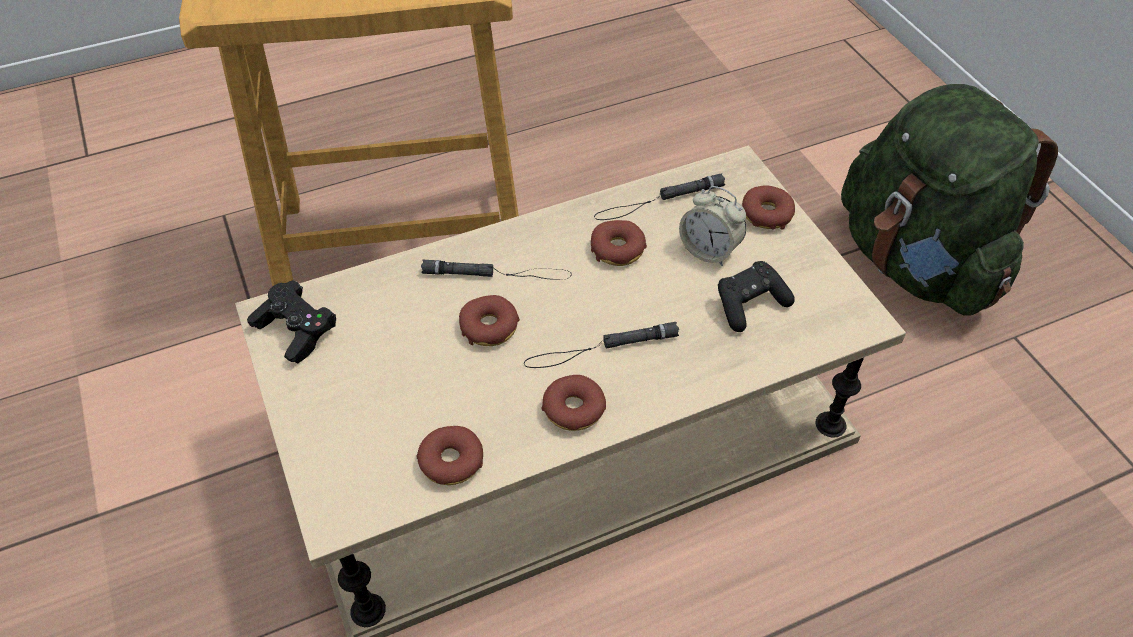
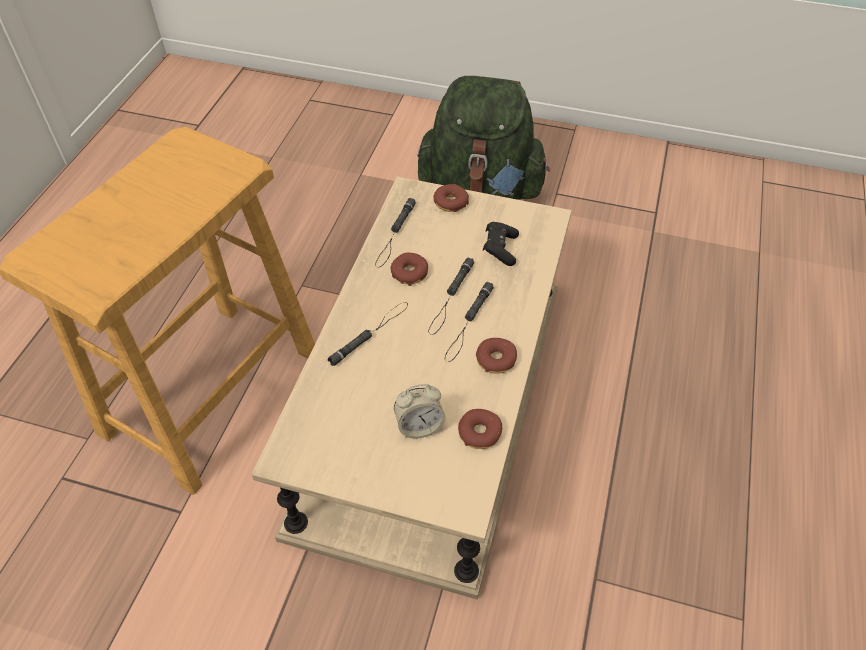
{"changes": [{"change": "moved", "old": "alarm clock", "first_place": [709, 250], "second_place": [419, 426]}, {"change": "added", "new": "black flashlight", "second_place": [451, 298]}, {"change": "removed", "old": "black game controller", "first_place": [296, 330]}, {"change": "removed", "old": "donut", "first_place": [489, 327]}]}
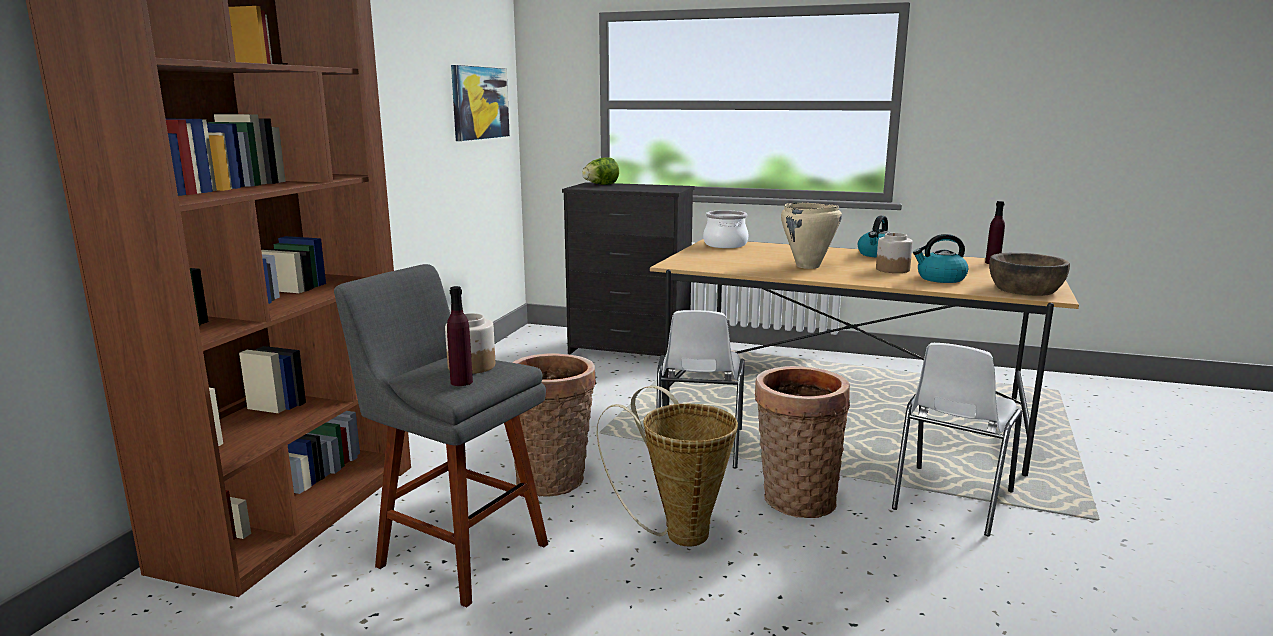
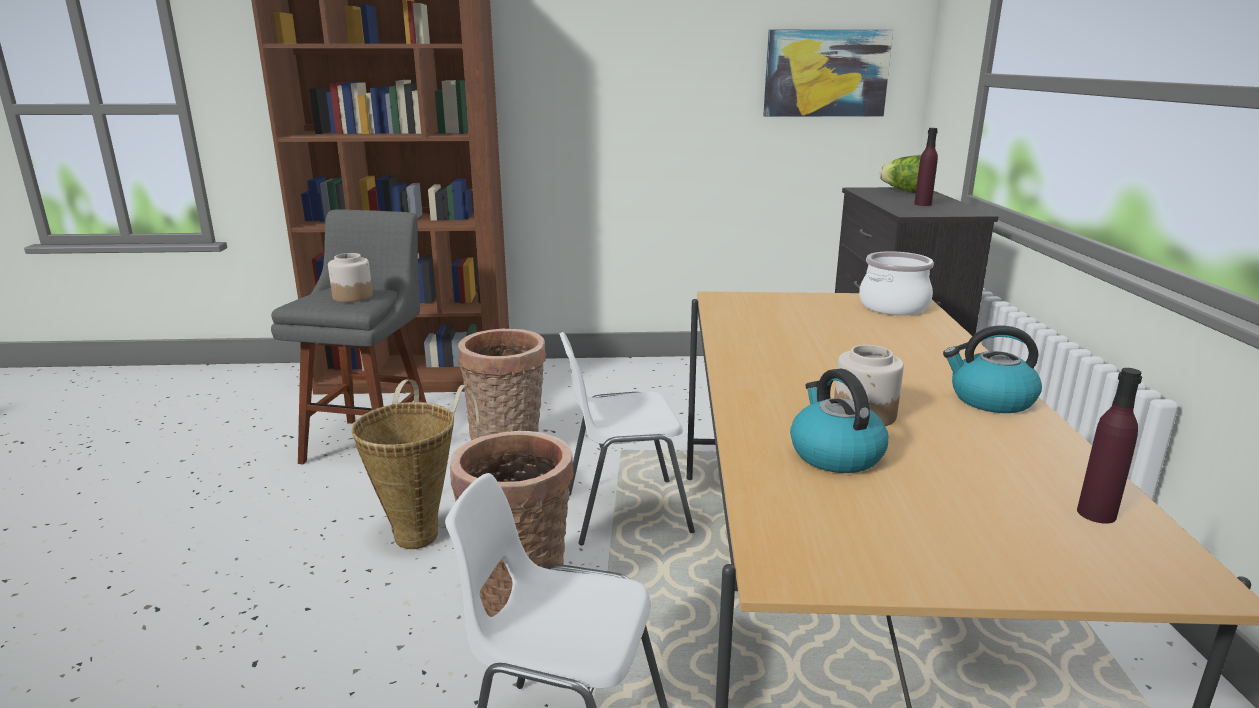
{"changes": [{"change": "moved", "old": "purple bottle", "first_place": [461, 382], "second_place": [922, 204]}, {"change": "removed", "old": "beige cooking pot", "first_place": [808, 266]}, {"change": "removed", "old": "brown bowl", "first_place": [1025, 289]}]}
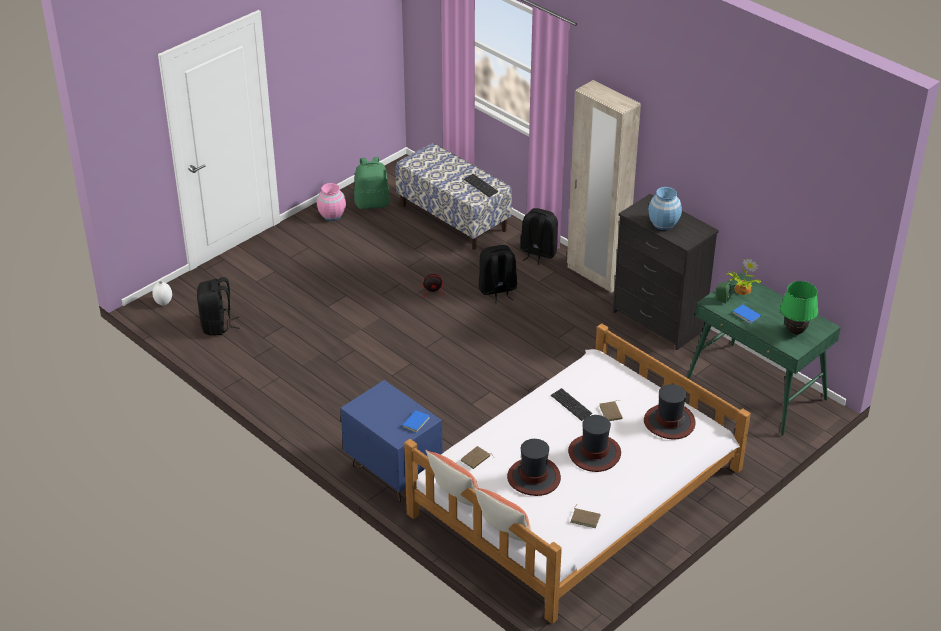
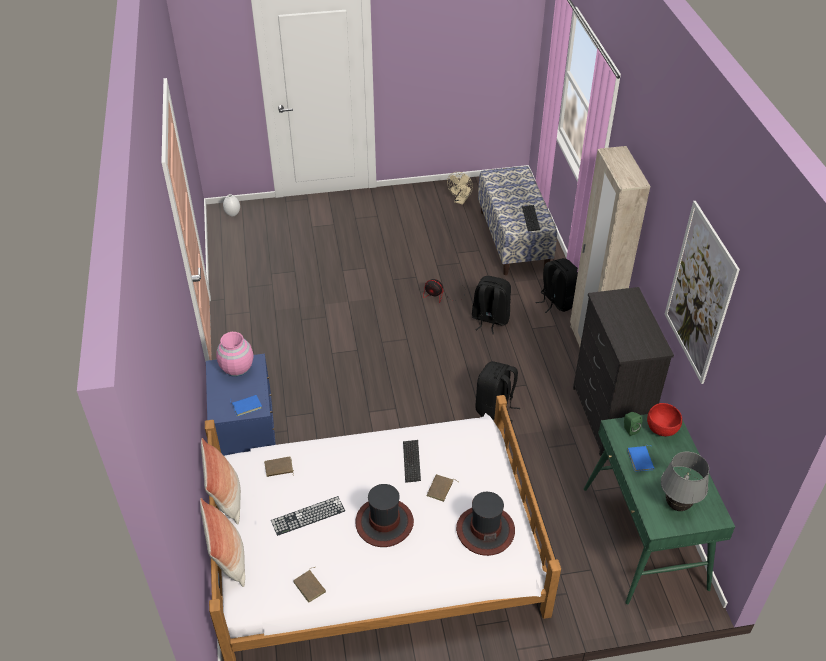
{"changes": [{"change": "moved", "old": "pink vase", "first_place": [332, 215], "second_place": [237, 368]}, {"change": "replaced", "old": "hat", "new": "keyboard", "first_place": [534, 477], "second_place": [308, 516]}, {"change": "replaced", "old": "green backpack", "new": "beige fan", "first_place": [372, 203], "second_place": [460, 201]}, {"change": "moved", "old": "black backpack", "first_place": [217, 325], "second_place": [495, 408]}, {"change": "replaced", "old": "potted plant", "new": "red bowl", "first_place": [741, 289], "second_place": [661, 429]}, {"change": "recoloured", "old": "green table lamp", "new": "grey table lamp", "first_place": [795, 331], "second_place": [676, 505]}, {"change": "added", "new": "picture", "second_place": [699, 293]}, {"change": "removed", "old": "blue vase", "first_place": [663, 223]}]}
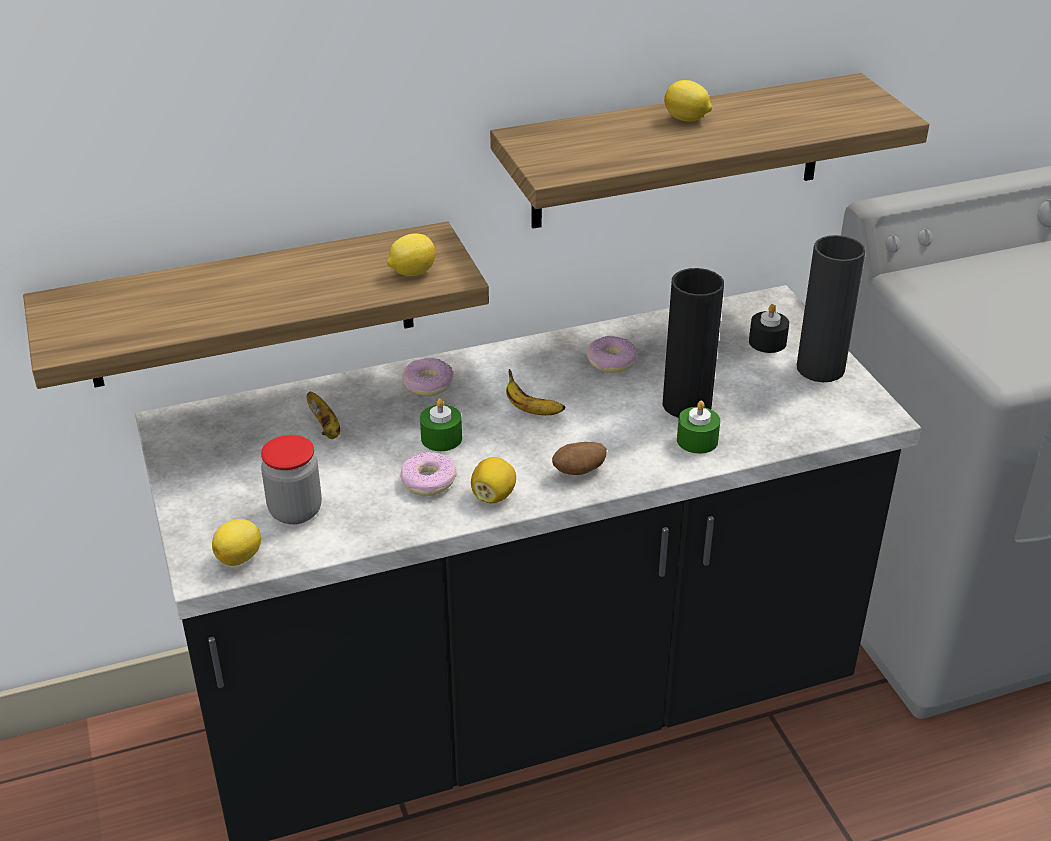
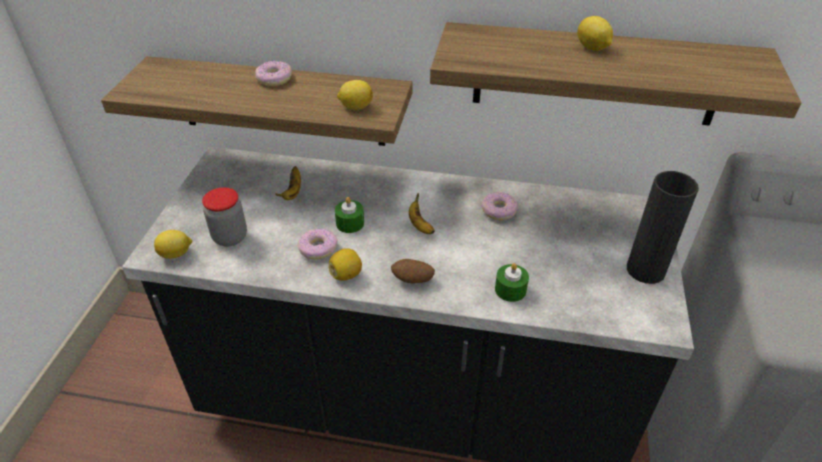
{"changes": [{"change": "moved", "old": "donut", "first_place": [428, 384], "second_place": [274, 79]}, {"change": "removed", "old": "black vase", "first_place": [686, 404]}, {"change": "removed", "old": "black candle", "first_place": [767, 342]}]}
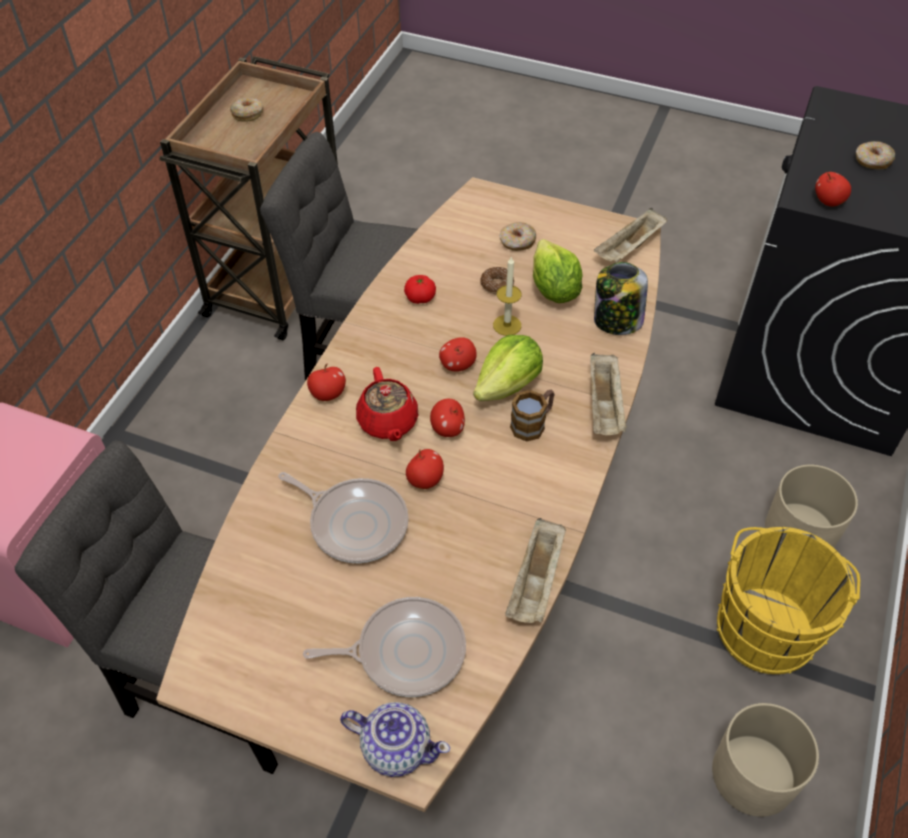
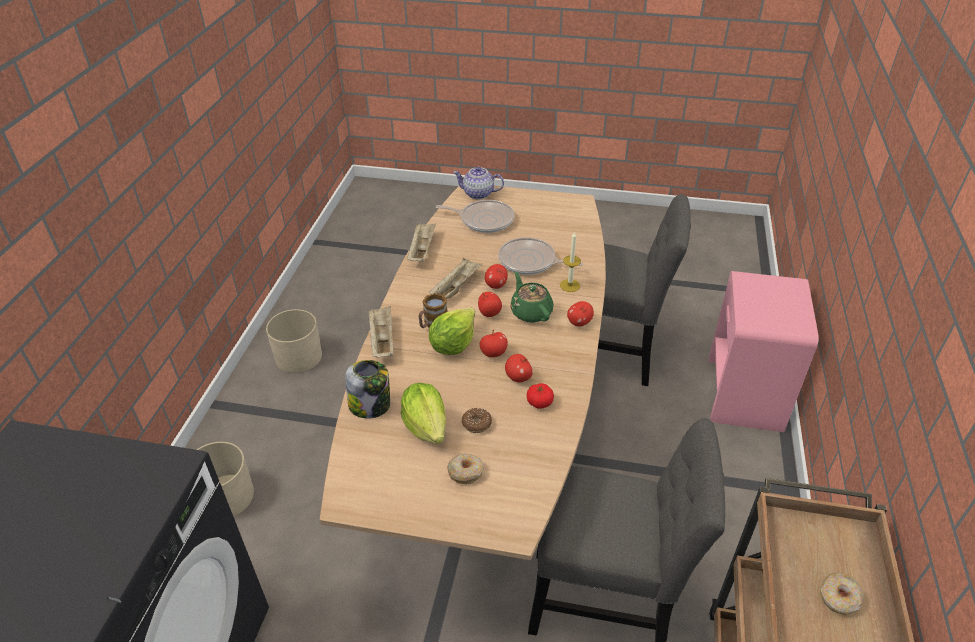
{"changes": [{"change": "moved", "old": "beige tray", "first_place": [629, 248], "second_place": [456, 287]}, {"change": "turned", "old": "frying pan", "first_place": [405, 651], "second_place": [484, 220], "degrees": -150}, {"change": "moved", "old": "apple", "first_place": [828, 201], "second_place": [518, 377]}, {"change": "recoloured", "old": "red teapot", "new": "green teapot", "first_place": [388, 422], "second_place": [531, 312]}, {"change": "moved", "old": "candle", "first_place": [507, 325], "second_place": [570, 285]}, {"change": "removed", "old": "yellow bucket", "first_place": [767, 625]}, {"change": "removed", "old": "donut", "first_place": [872, 161]}]}
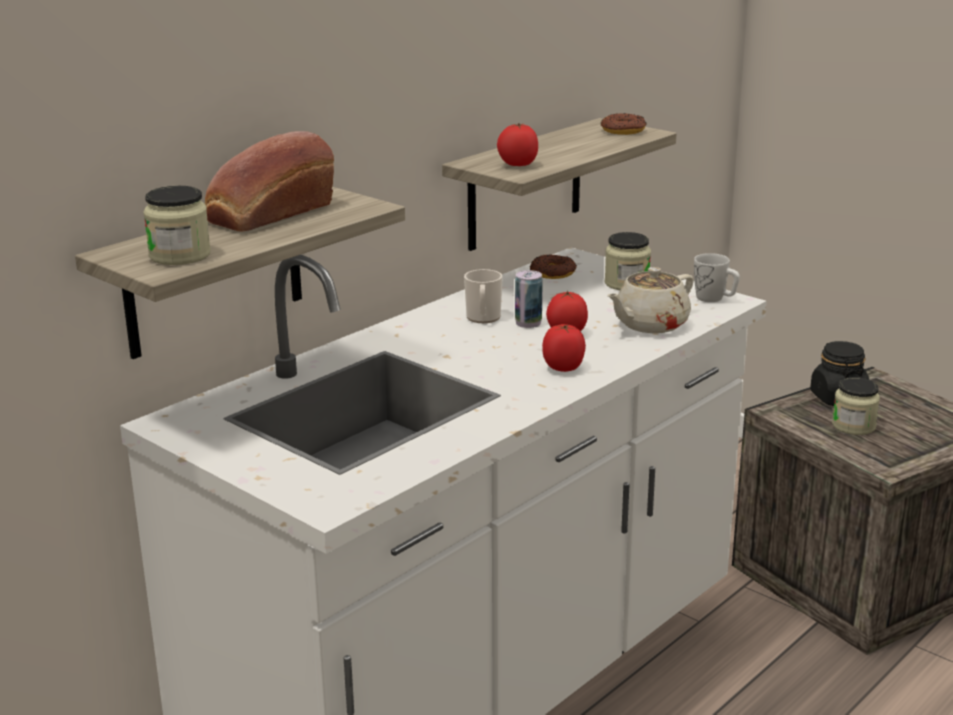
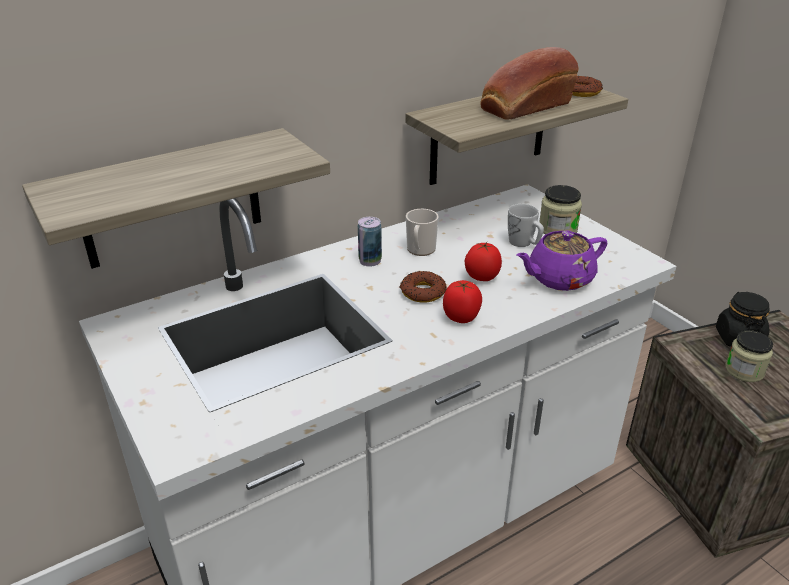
{"changes": [{"change": "moved", "old": "can", "first_place": [528, 323], "second_place": [370, 260]}, {"change": "moved", "old": "donut", "first_place": [553, 273], "second_place": [423, 292]}, {"change": "moved", "old": "bread", "first_place": [267, 214], "second_place": [524, 107]}, {"change": "moved", "old": "white mug", "first_place": [715, 299], "second_place": [524, 243]}, {"change": "recoloured", "old": "beige teapot", "new": "purple teapot", "first_place": [650, 324], "second_place": [559, 278]}, {"change": "removed", "old": "jar", "first_place": [180, 255]}, {"change": "removed", "old": "tomato", "first_place": [517, 165]}]}
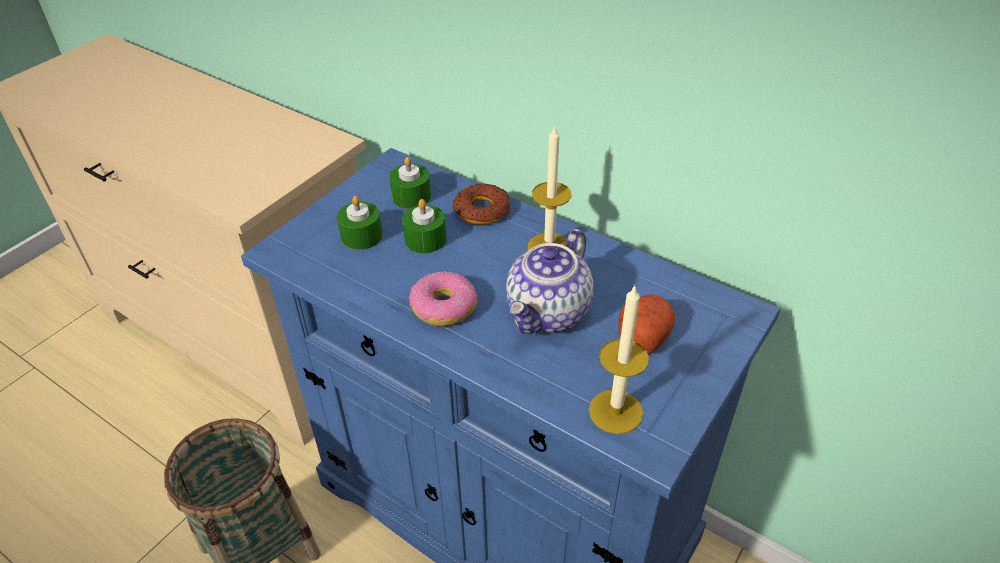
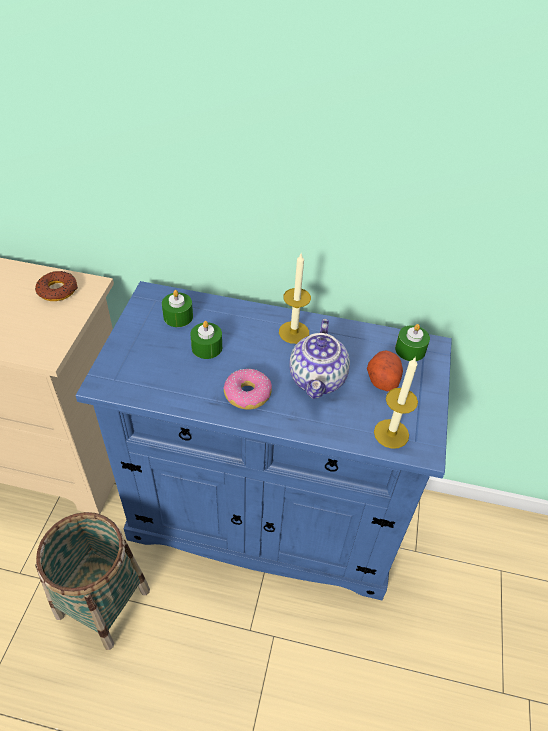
{"changes": [{"change": "moved", "old": "donut", "first_place": [482, 210], "second_place": [57, 290]}, {"change": "moved", "old": "green candle", "first_place": [361, 236], "second_place": [410, 350]}]}
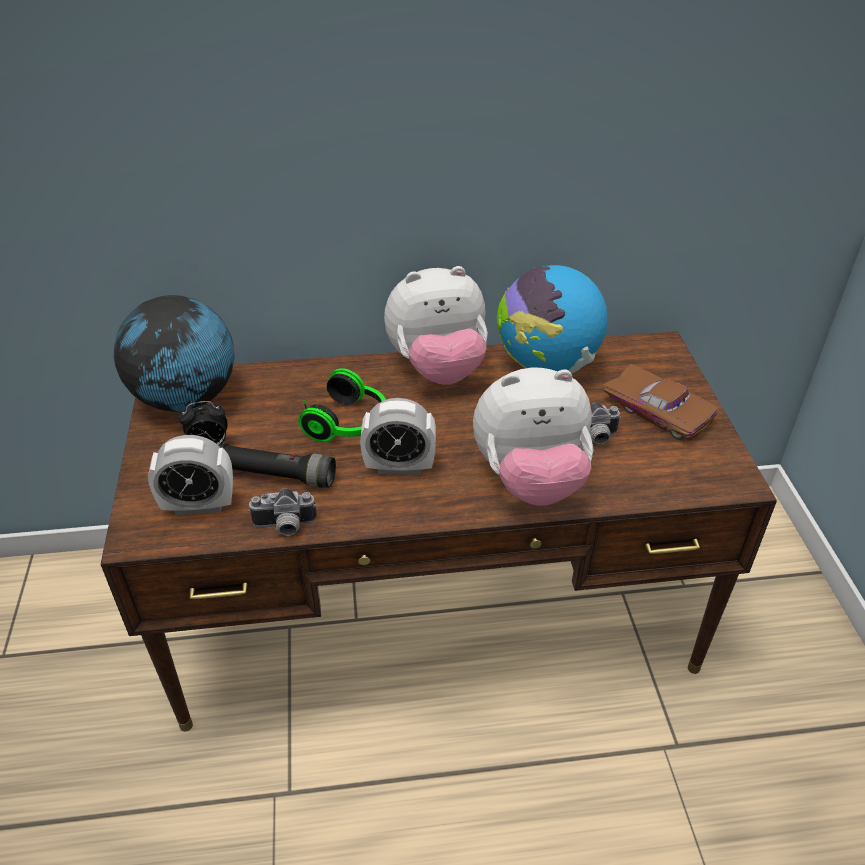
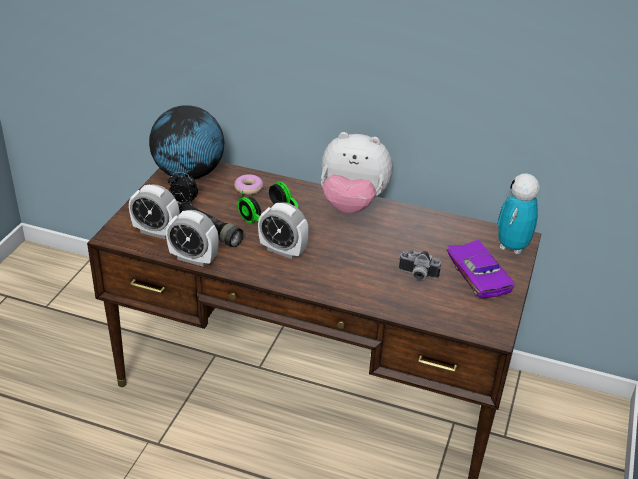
{"changes": [{"change": "replaced", "old": "photo camera", "new": "alarm clock", "first_place": [284, 527], "second_place": [193, 259]}, {"change": "added", "new": "donut", "second_place": [249, 188]}, {"change": "recoloured", "old": "brown toy car", "new": "purple toy car", "first_place": [659, 409], "second_place": [480, 275]}, {"change": "added", "new": "toy robot", "second_place": [512, 247]}, {"change": "removed", "old": "plush toy", "first_place": [530, 480]}, {"change": "removed", "old": "globe", "first_place": [547, 364]}]}
